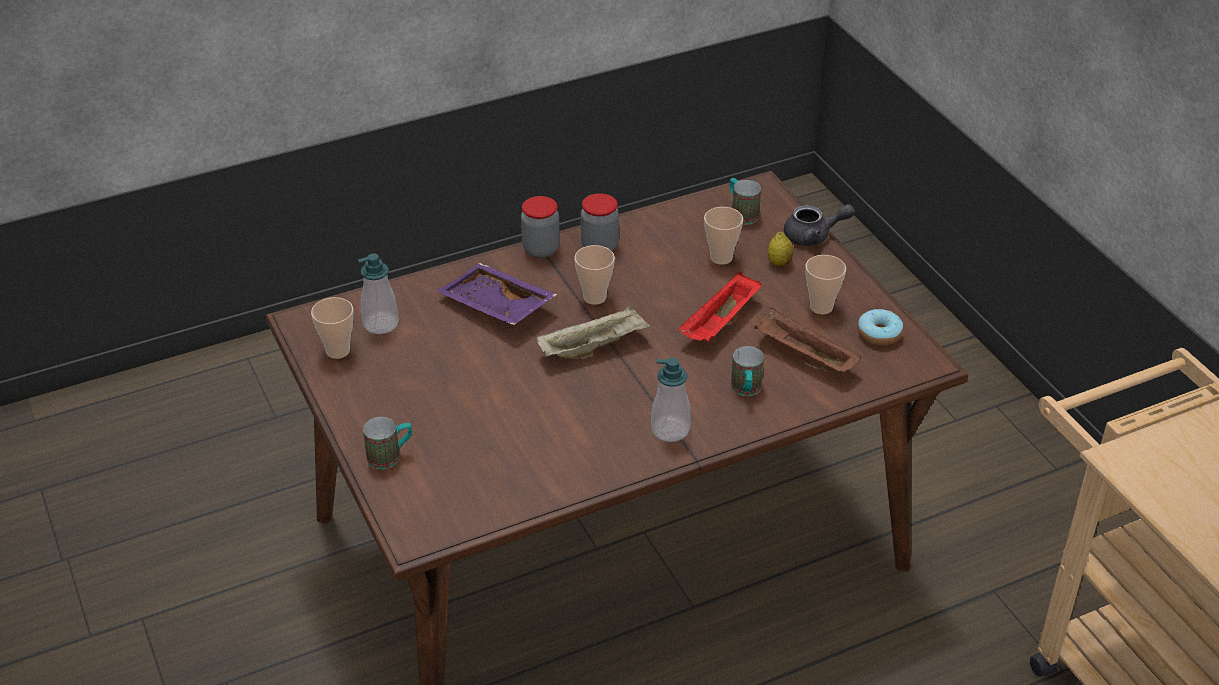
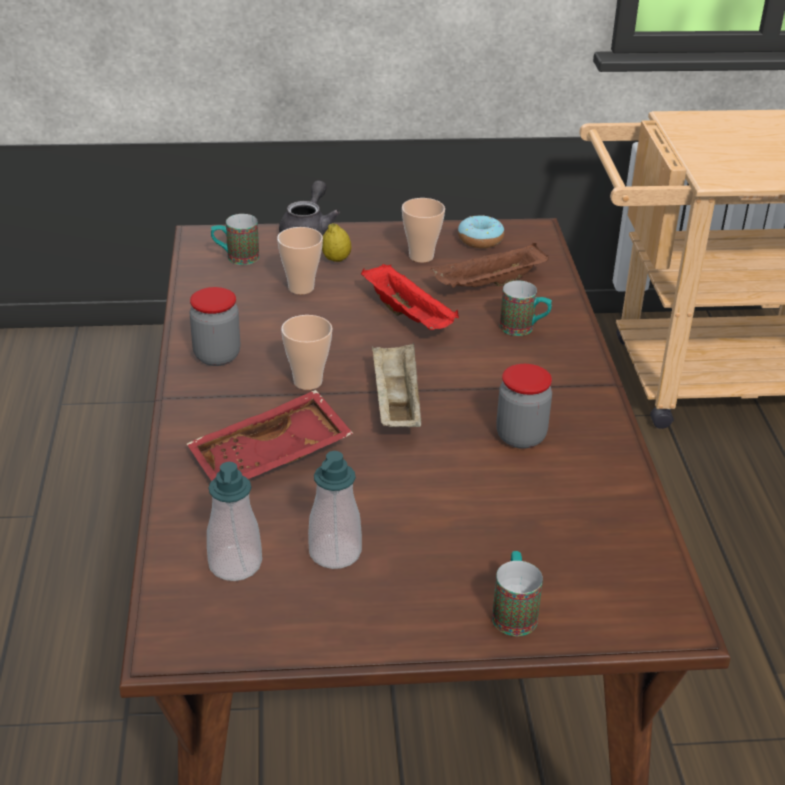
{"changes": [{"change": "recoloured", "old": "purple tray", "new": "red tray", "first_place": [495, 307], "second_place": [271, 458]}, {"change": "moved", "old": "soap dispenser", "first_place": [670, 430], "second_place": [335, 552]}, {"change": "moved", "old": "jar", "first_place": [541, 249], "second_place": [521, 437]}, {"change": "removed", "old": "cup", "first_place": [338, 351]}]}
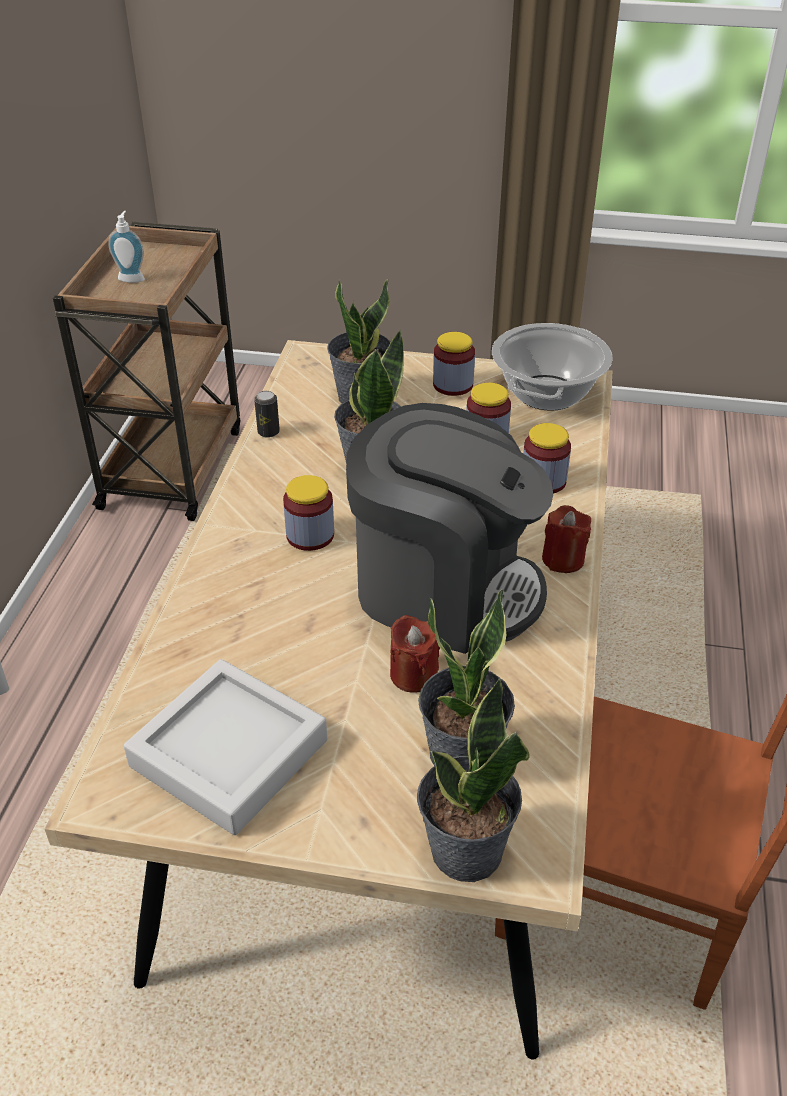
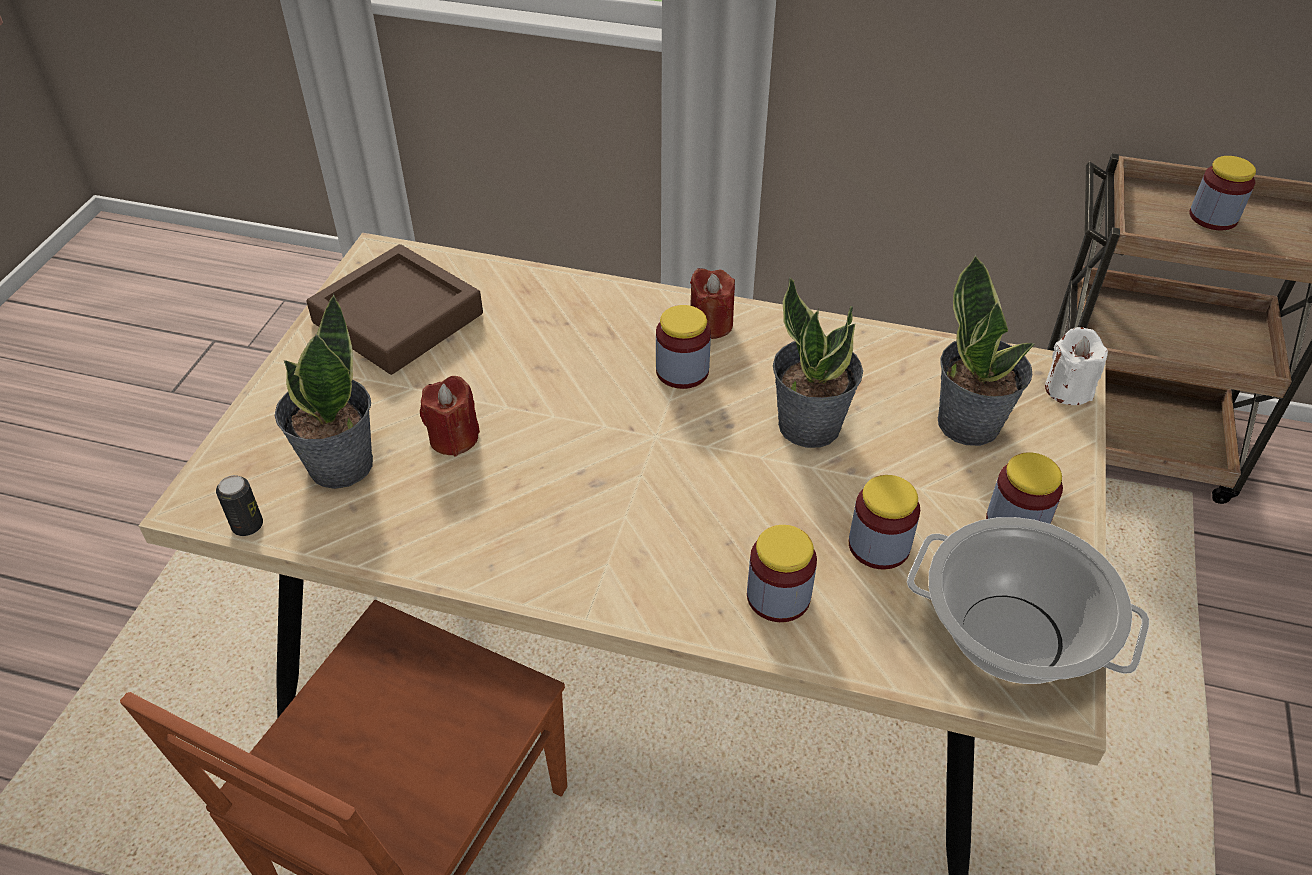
{"changes": [{"change": "moved", "old": "can", "first_place": [268, 432], "second_place": [247, 525]}, {"change": "recoloured", "old": "grey tray", "new": "brown tray", "first_place": [229, 753], "second_place": [398, 318]}, {"change": "moved", "old": "red candle", "first_place": [563, 559], "second_place": [711, 324]}, {"change": "added", "new": "white candle", "second_place": [1068, 389]}, {"change": "replaced", "old": "soap dispenser", "new": "jar", "first_place": [132, 278], "second_place": [1213, 217]}, {"change": "removed", "old": "coffee machine", "first_place": [444, 588]}, {"change": "removed", "old": "potted plant", "first_place": [465, 851]}]}
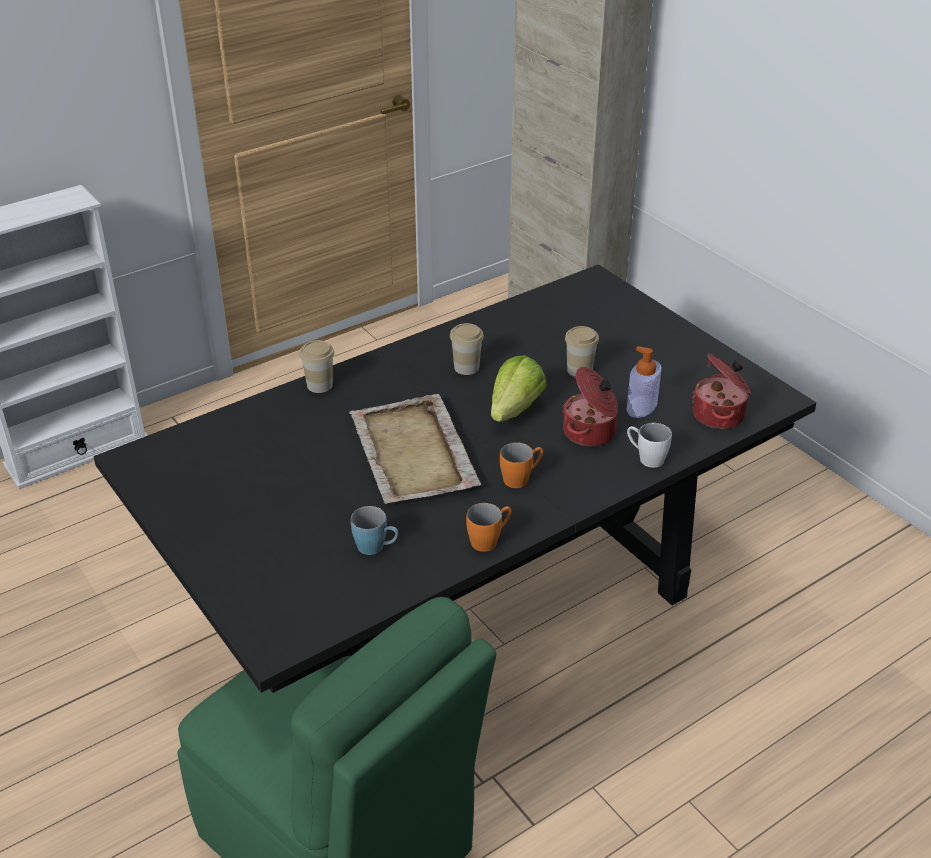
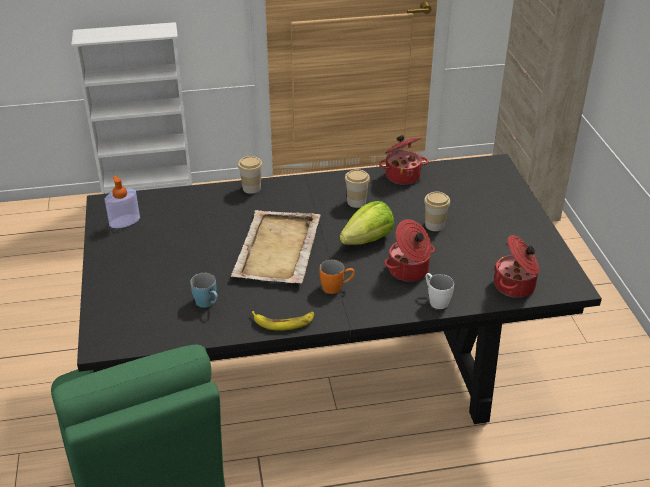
{"changes": [{"change": "moved", "old": "soap dispenser", "first_place": [641, 406], "second_place": [124, 221]}, {"change": "replaced", "old": "orange mug", "new": "banana", "first_place": [489, 540], "second_place": [284, 322]}, {"change": "added", "new": "cooking pot", "second_place": [402, 175]}]}
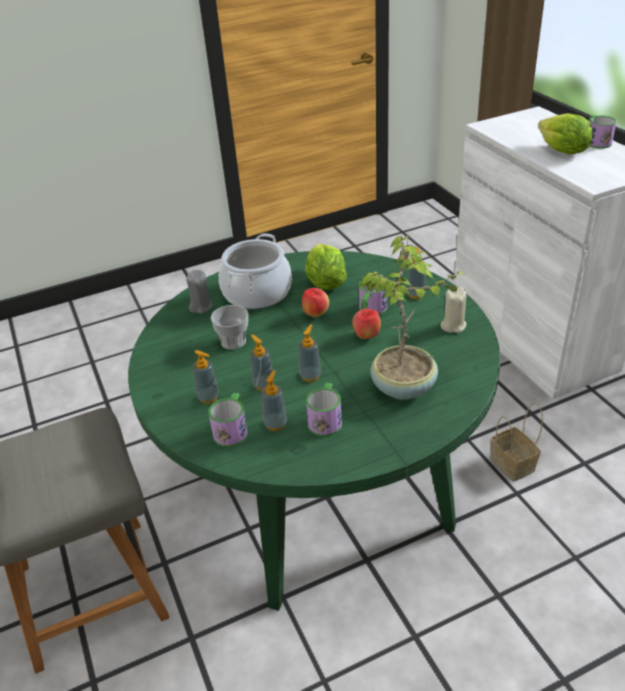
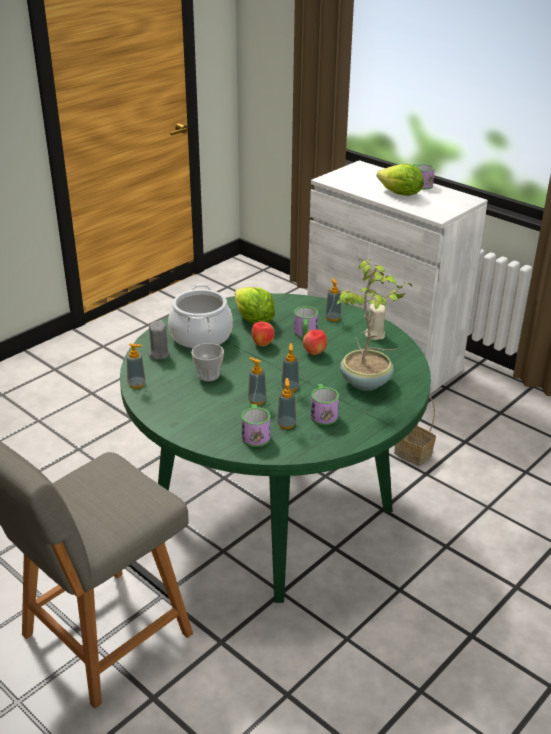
{"changes": [{"change": "moved", "old": "soap dispenser", "first_place": [208, 397], "second_place": [137, 384]}]}
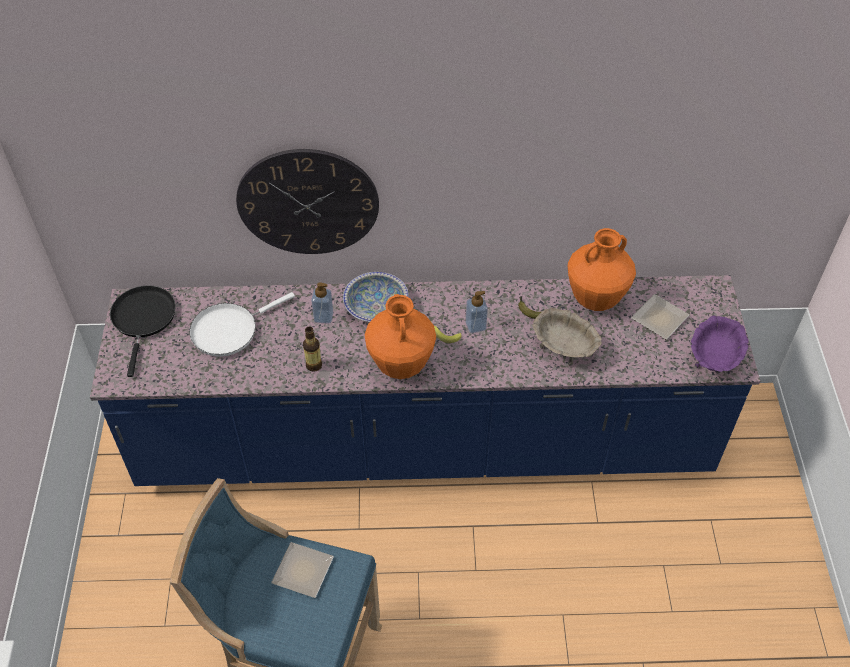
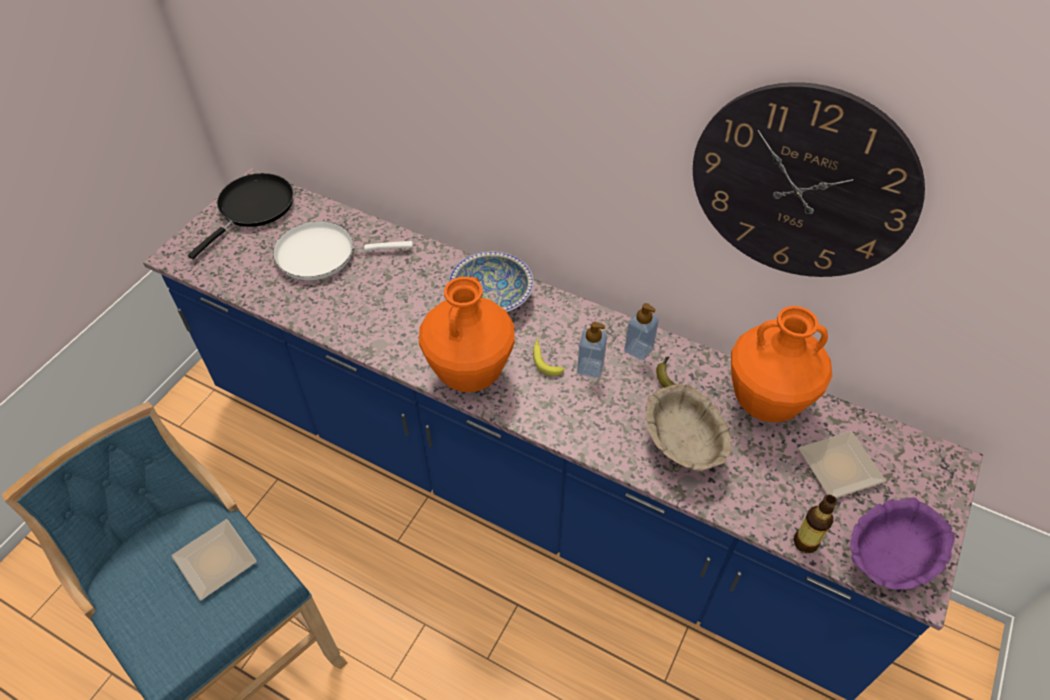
{"changes": [{"change": "moved", "old": "soap dispenser", "first_place": [323, 317], "second_place": [638, 349]}, {"change": "moved", "old": "wall clock", "first_place": [308, 202], "second_place": [802, 185]}, {"change": "moved", "old": "bottle", "first_place": [314, 365], "second_place": [805, 542]}]}
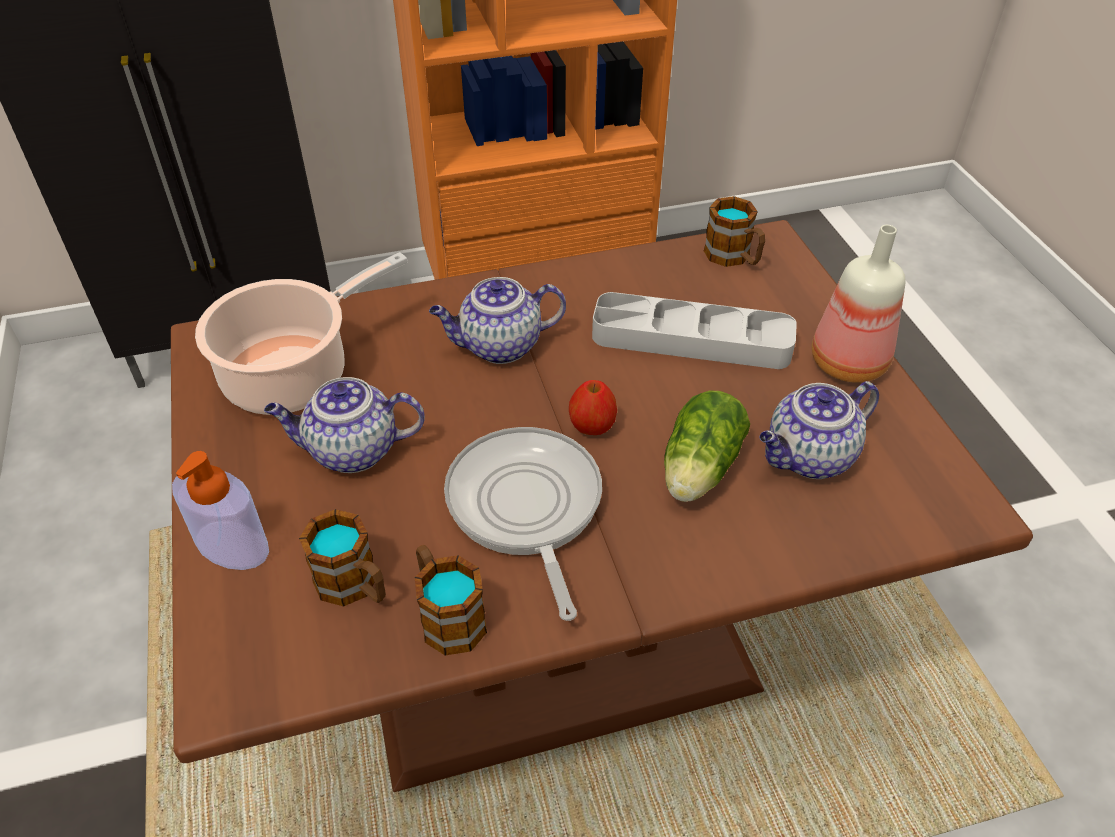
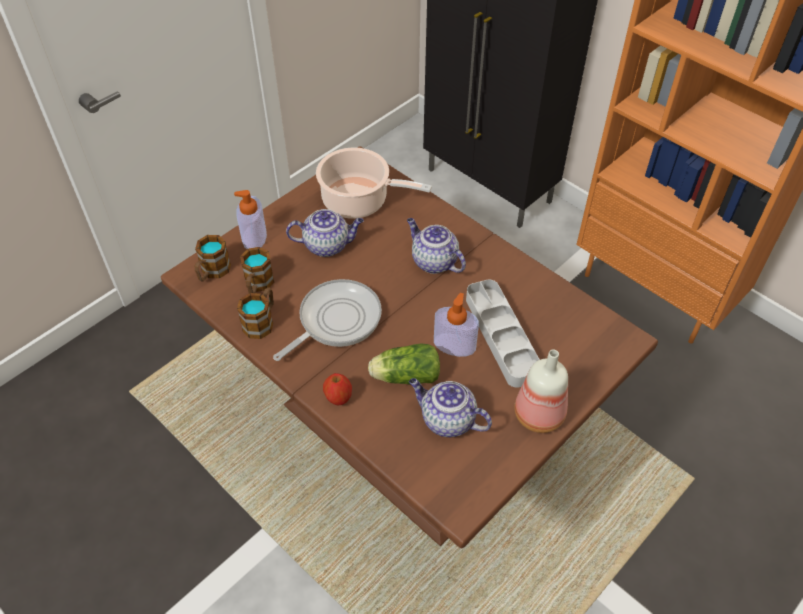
{"changes": [{"change": "moved", "old": "mug", "first_place": [733, 258], "second_place": [212, 272]}, {"change": "turned", "old": "teapot", "first_place": [351, 451], "second_place": [327, 245], "degrees": 120}, {"change": "moved", "old": "apple", "first_place": [591, 427], "second_place": [338, 398]}, {"change": "added", "new": "soap dispenser", "second_place": [454, 345]}]}
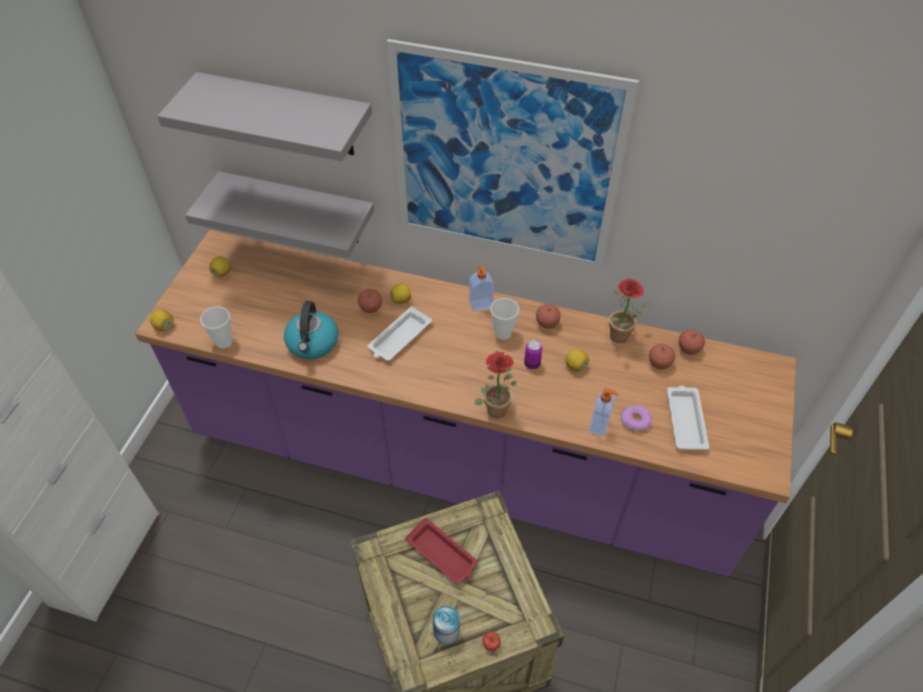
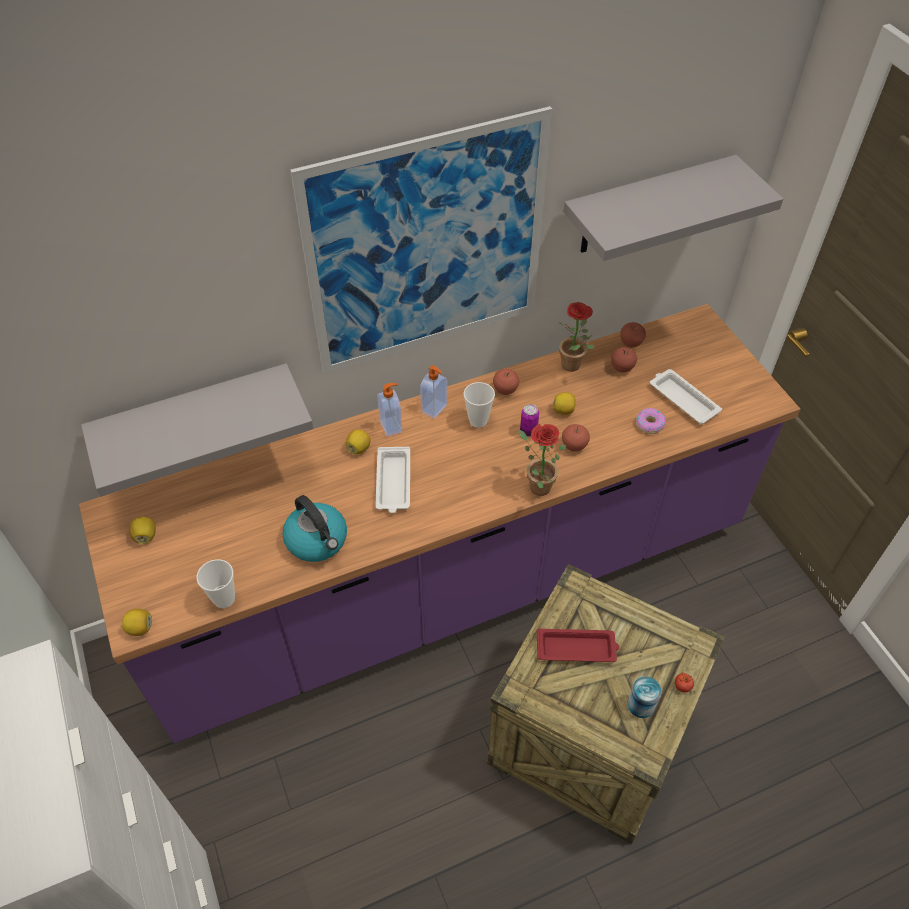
{"changes": [{"change": "moved", "old": "soap dispenser", "first_place": [600, 425], "second_place": [391, 426]}, {"change": "moved", "old": "apple", "first_place": [370, 308], "second_place": [574, 446]}, {"change": "moved", "old": "grey shelf", "first_place": [287, 115], "second_place": [646, 206]}]}
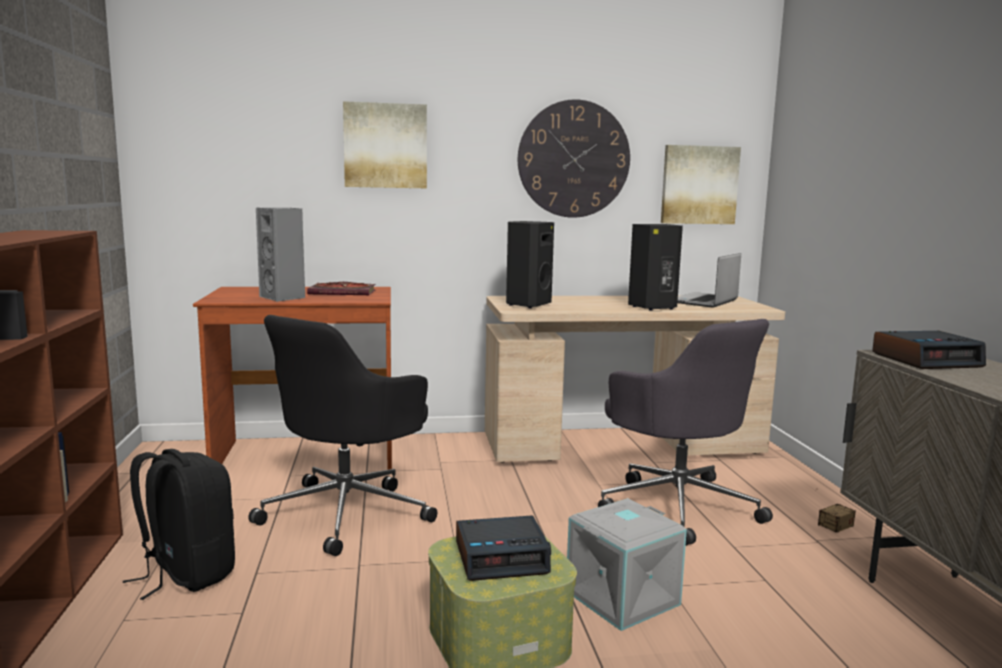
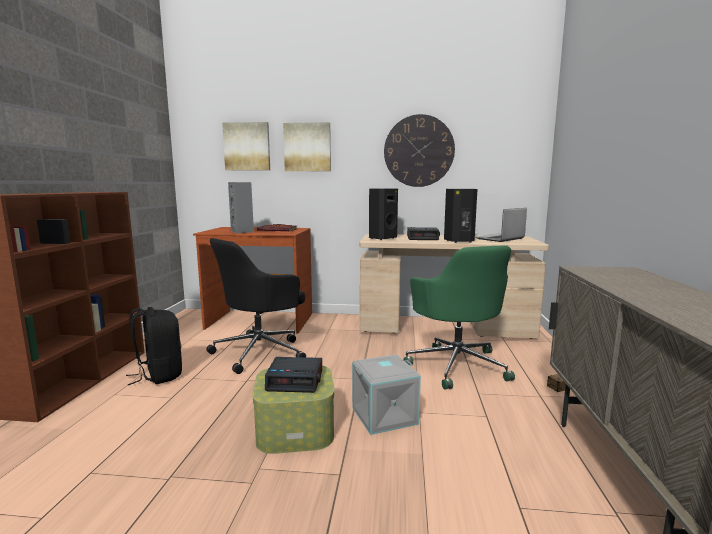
{"changes": [{"change": "moved", "old": "picture", "first_place": [699, 185], "second_place": [247, 146]}, {"change": "recoloured", "old": "grey office chair", "new": "green office chair", "first_place": [677, 505], "second_place": [457, 365]}, {"change": "moved", "old": "alarm clock", "first_place": [926, 360], "second_place": [422, 238]}]}
